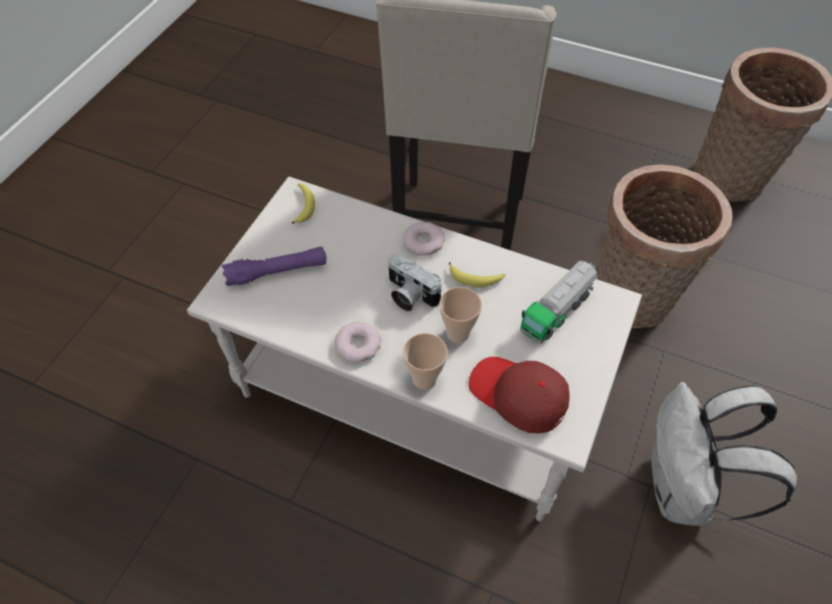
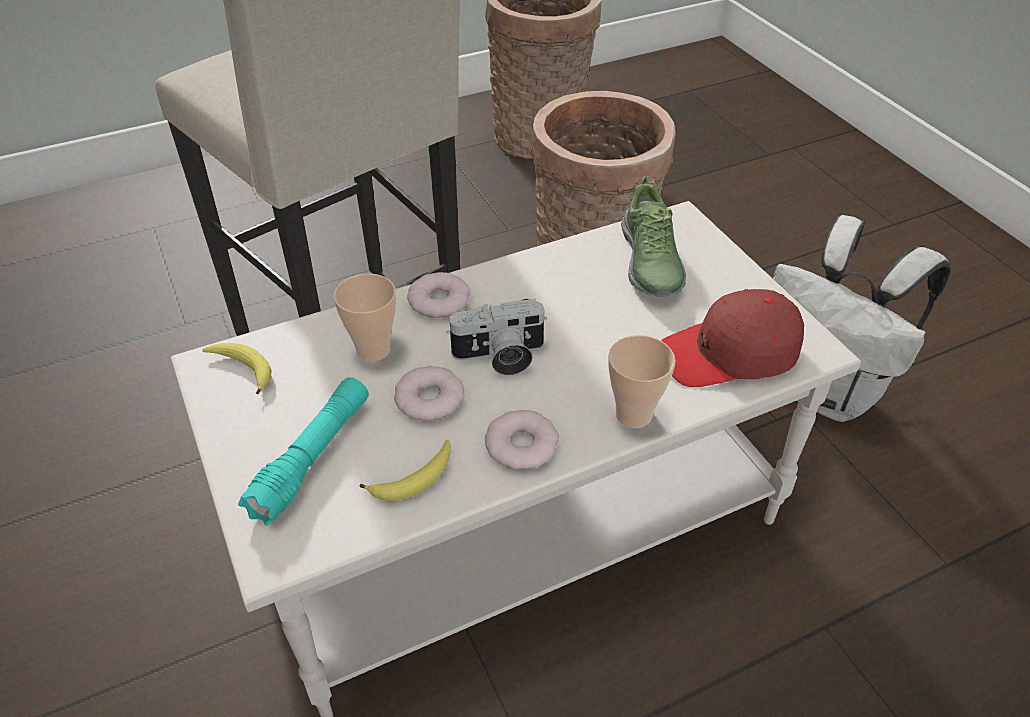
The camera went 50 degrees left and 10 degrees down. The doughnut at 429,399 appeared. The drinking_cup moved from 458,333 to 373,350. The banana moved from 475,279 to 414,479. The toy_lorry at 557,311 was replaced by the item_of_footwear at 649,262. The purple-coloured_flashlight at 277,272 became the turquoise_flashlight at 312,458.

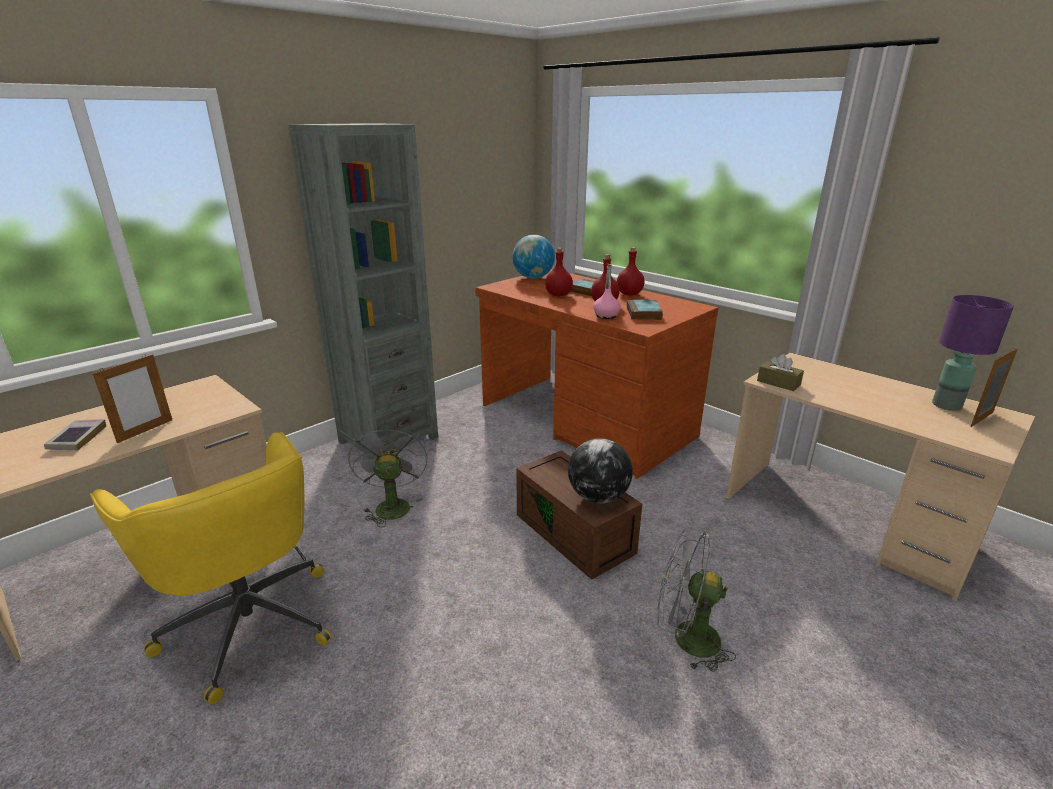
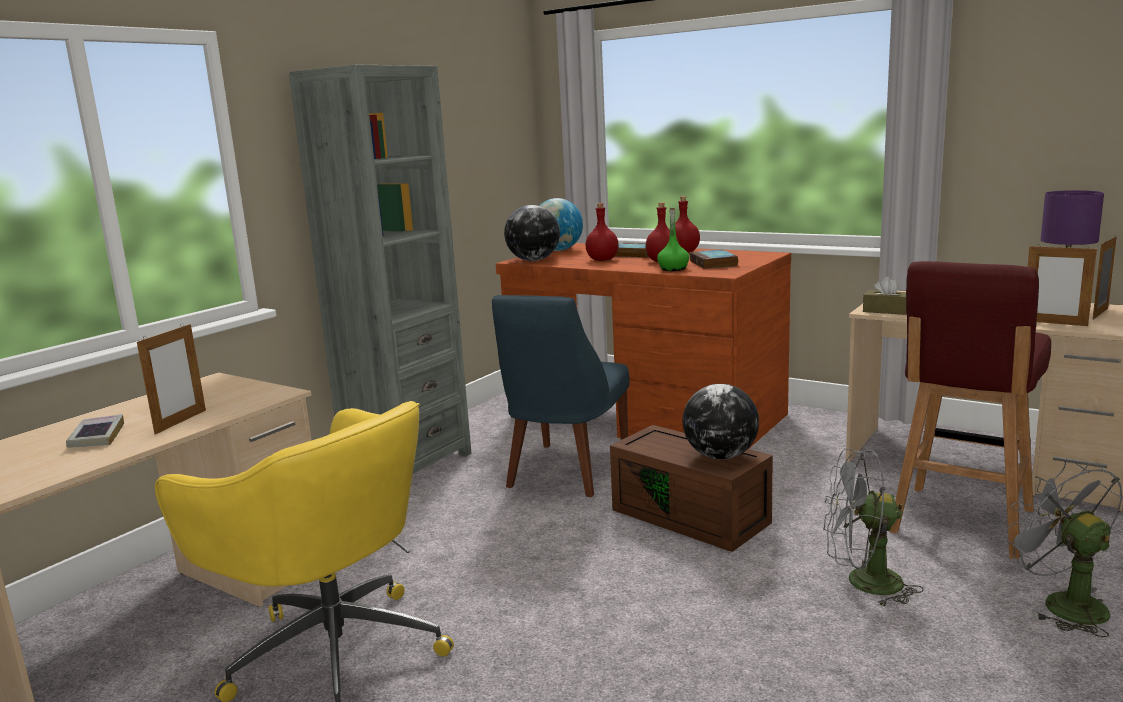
The camera went 10 degrees left and 10 degrees down. The blue-coloured_upright_chair at 565,472 appeared. The desk_globe at 534,260 appeared. The red_stool_seat at 960,522 appeared. The photo_frame at 1054,323 appeared. The greyish_electric_fan moved from 391,505 to 1062,603. The pinkish_bottle at 606,315 became the green-coloured_bottle at 673,269.

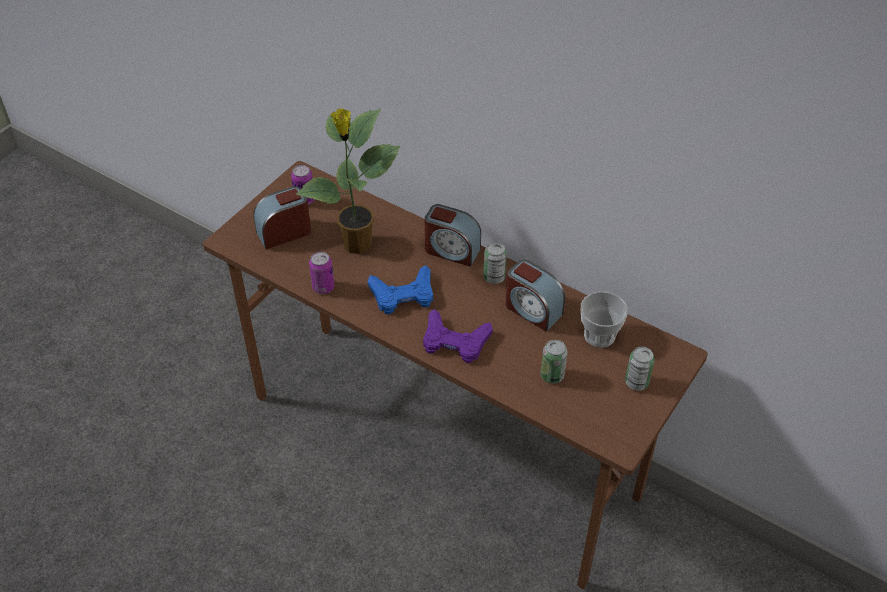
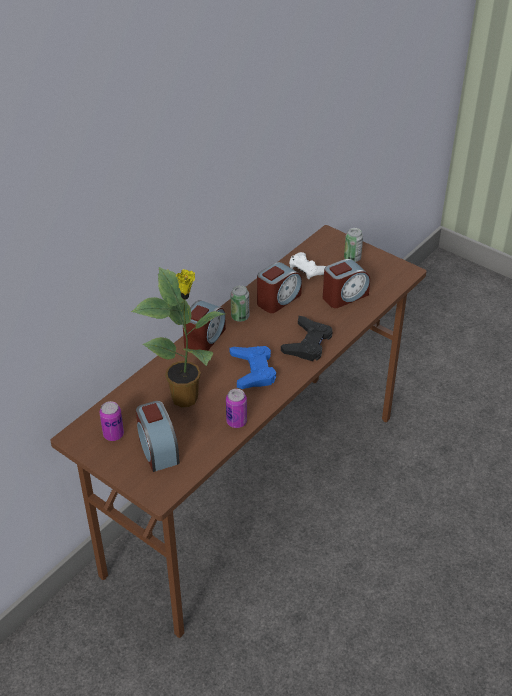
The camera went 85 degrees left and 5 degrees down. The can at 552,375 was replaced by the table_clock at 344,296. The drinking_cup at 599,335 was replaced by the white_game_controller at 307,269. The purple-coloured_game_controller at 454,341 became the blackish_game_controller at 308,343.

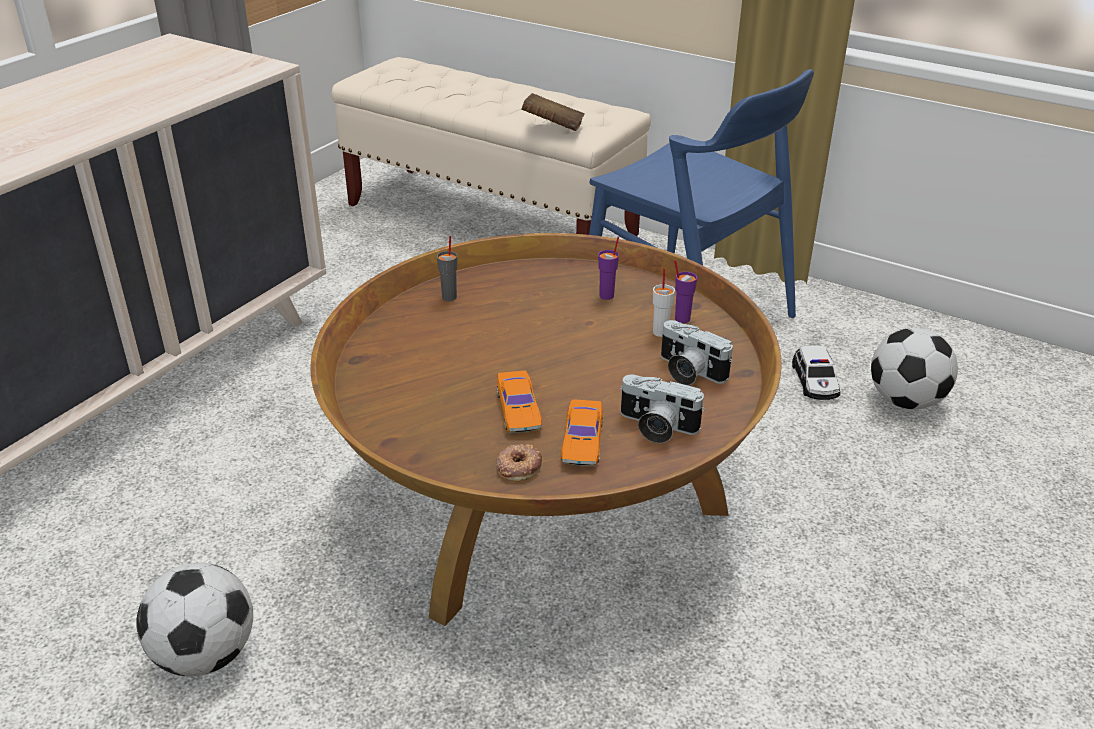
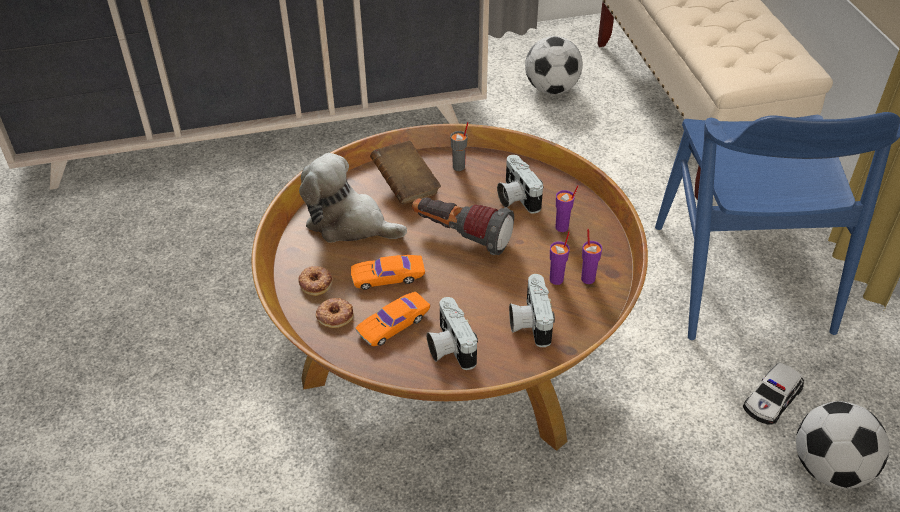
The camera went 45 degrees right and 10 degrees up. The doughnut at 316,283 appeared. The soft_toy at 349,223 appeared. The flashlight at 461,236 appeared. The photo_camera at 515,197 appeared. The football_ball moved from 205,655 to 551,89. The brownish_book moved from 553,128 to 406,185. The white_drinking_cup at 660,332 became the purple-coloured_drinking_cup at 557,279. The orange_model_car at 518,409 turned 45 degrees clockwise.

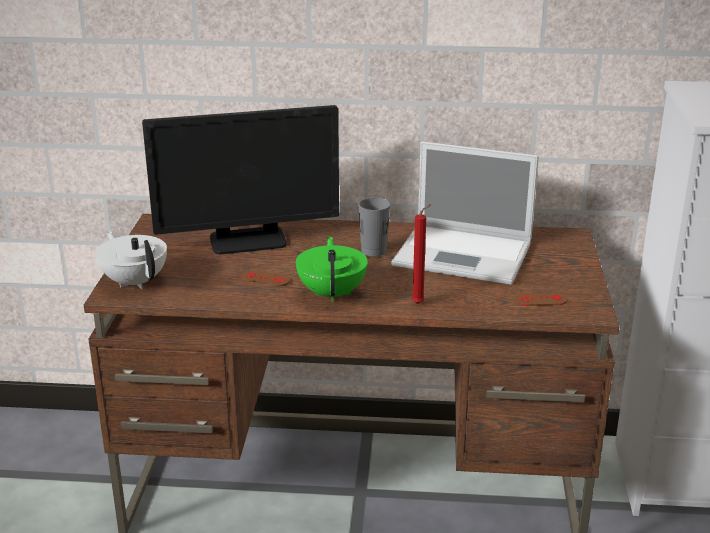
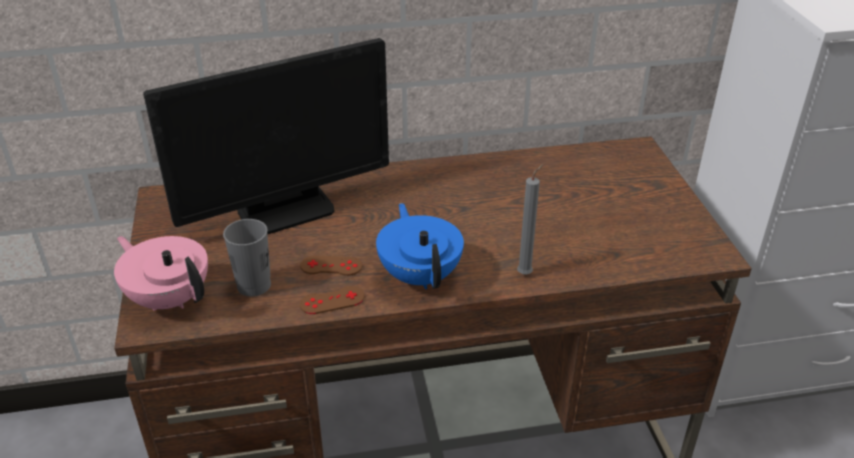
The camera went 15 degrees left and 10 degrees up. The laptop at 465,254 disappeared. The greyish_drinking_cup moved from 373,251 to 254,285. The brownish_game_controller moved from 540,299 to 332,300. The white_tea_pot at 135,281 became the pinkish_tea_pot at 169,298. The green-coloured_tea_pot at 332,293 became the blue-coloured_tea_pot at 420,275. The red_wax_light at 419,303 became the greyish_wax_light at 526,273.

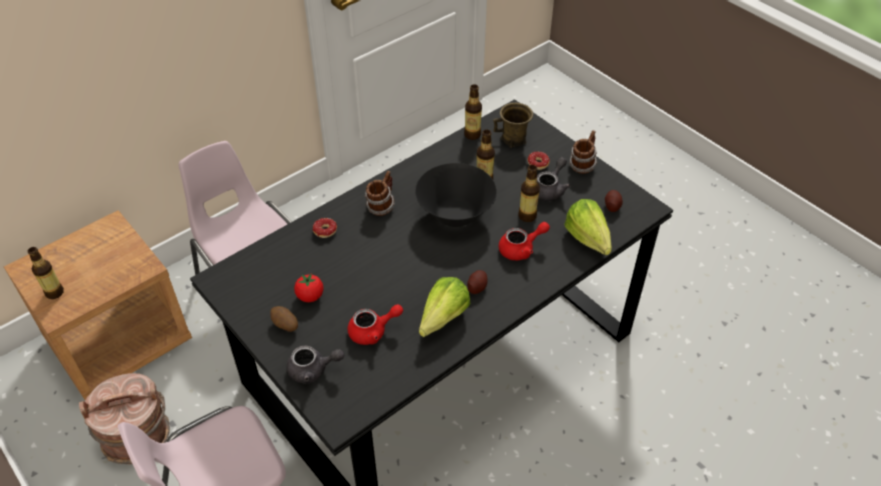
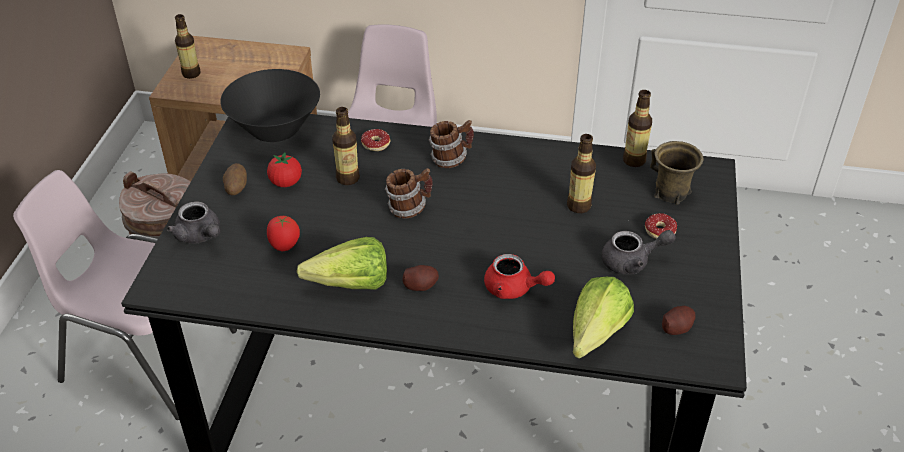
The camera went 50 degrees right and 5 degrees down. The blackish_deep_dish moved from 455,214 to 275,129. The bottle moved from 527,216 to 348,178. The mug moved from 582,165 to 409,208. The red_tea_pot at 373,331 was replaced by the tomato at 284,246.

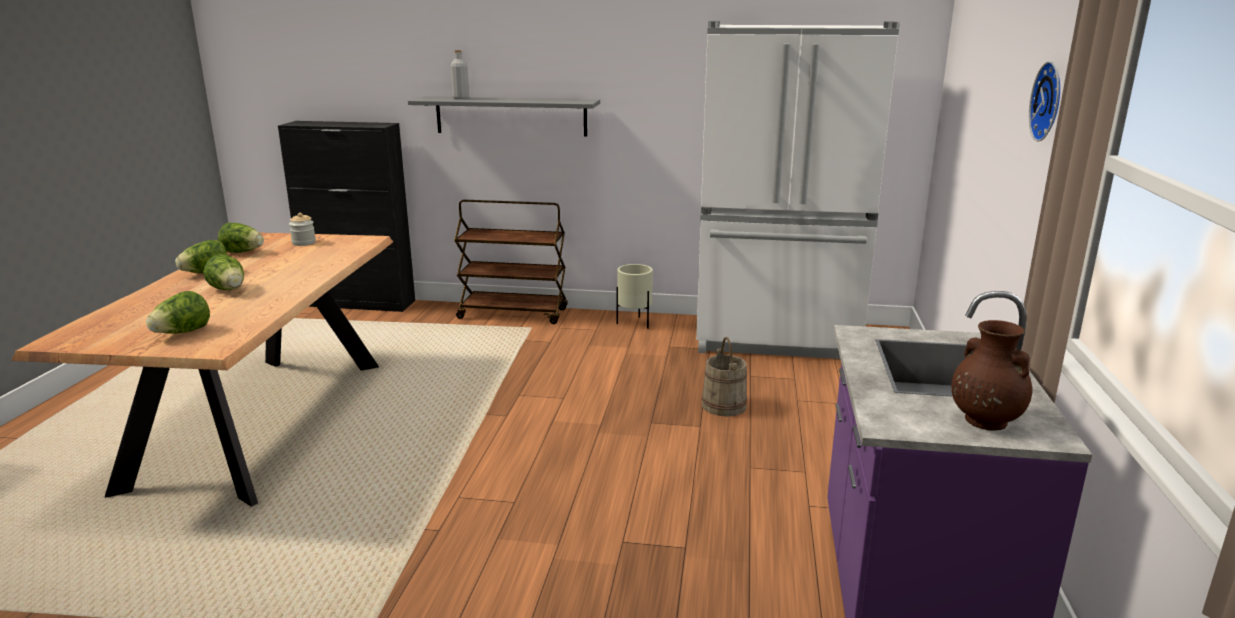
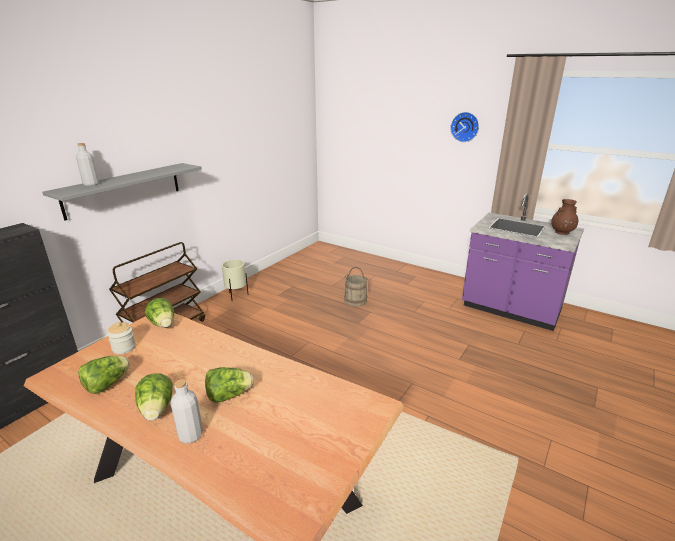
The camera went 65 degrees left and 5 degrees up. The white_fridge at 777,340 disappeared. The greyish_bottle at 190,435 appeared. The lettuce_head moved from 182,333 to 163,324.

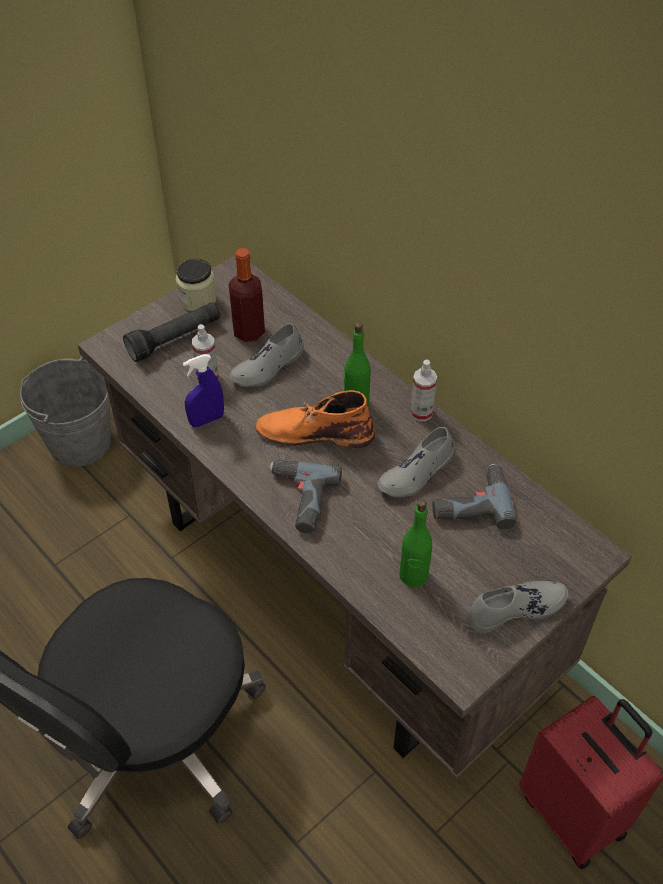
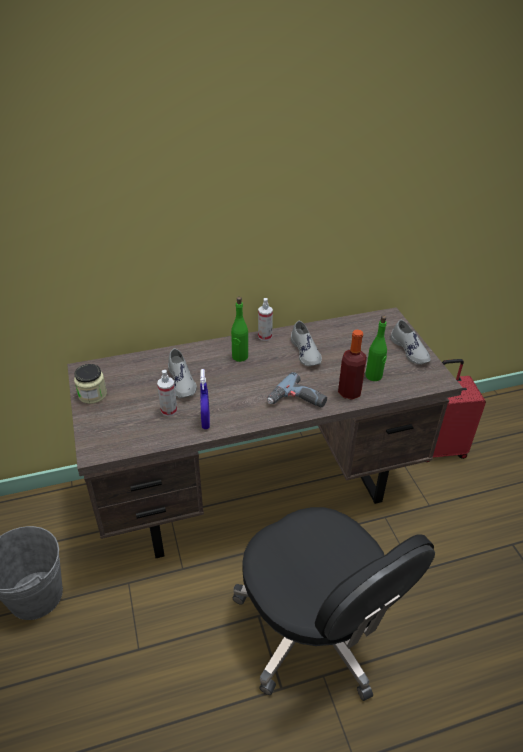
The camera went 65 degrees left and 10 degrees down. The blackish_flashlight at 175,339 disappeared. The orange_boot at 314,432 disappeared. The electric_drill at 470,501 disappeared. The bottle moved from 249,332 to 349,392. The greyish_item_of_footwear at 515,608 turned 150 degrees clockwise.

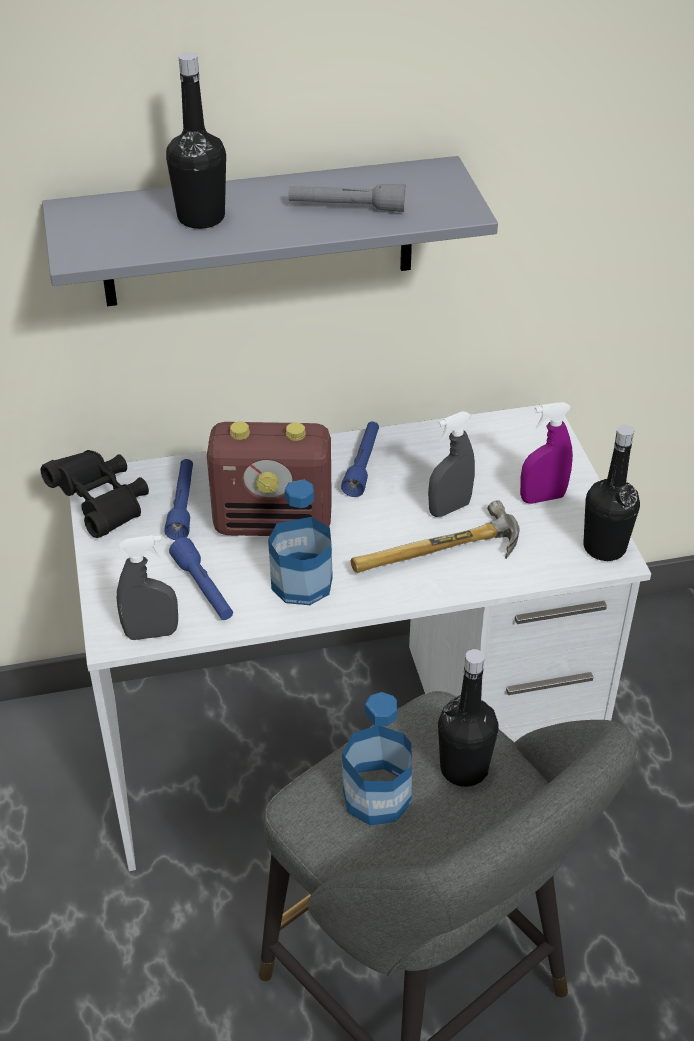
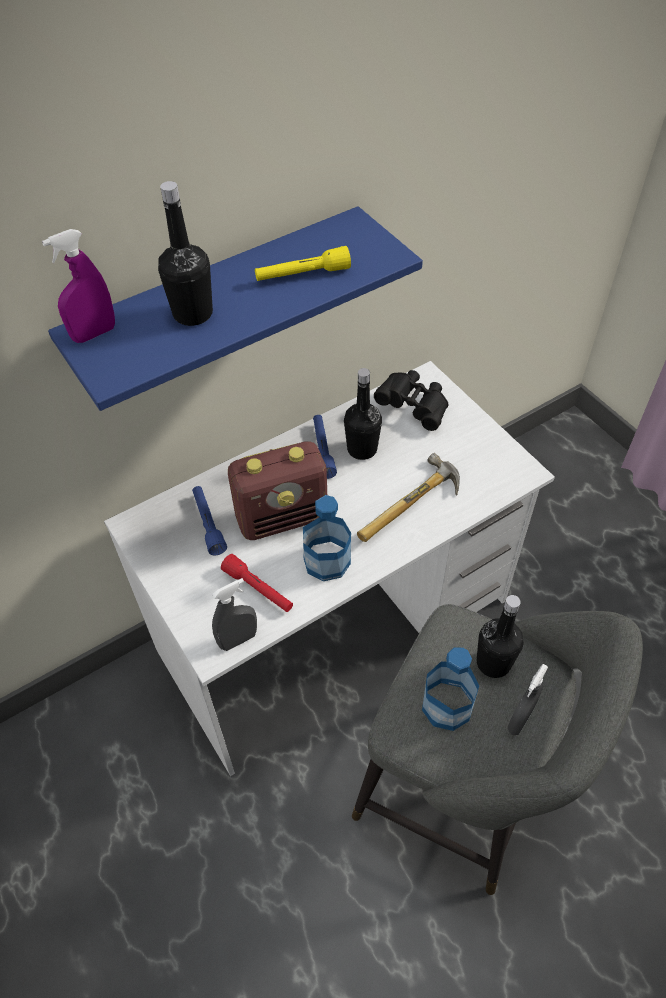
The camera went 20 degrees left and 10 degrees up. The blackish_pair_of_binoculars moved from 102,504 to 414,407. The greyish_sprayer moved from 449,508 to 520,719. The purple-coloured_sprayer moved from 542,498 to 94,334. The blackish_bottle moved from 604,547 to 362,449. The greyish_bracket_shelf at 258,233 became the blue-coloured_bracket_shelf at 220,305. The blue-coloured_flashlight at 204,589 became the red_flashlight at 258,589. The greyish_flashlight at 346,208 became the yellow-coloured_flashlight at 302,275.

